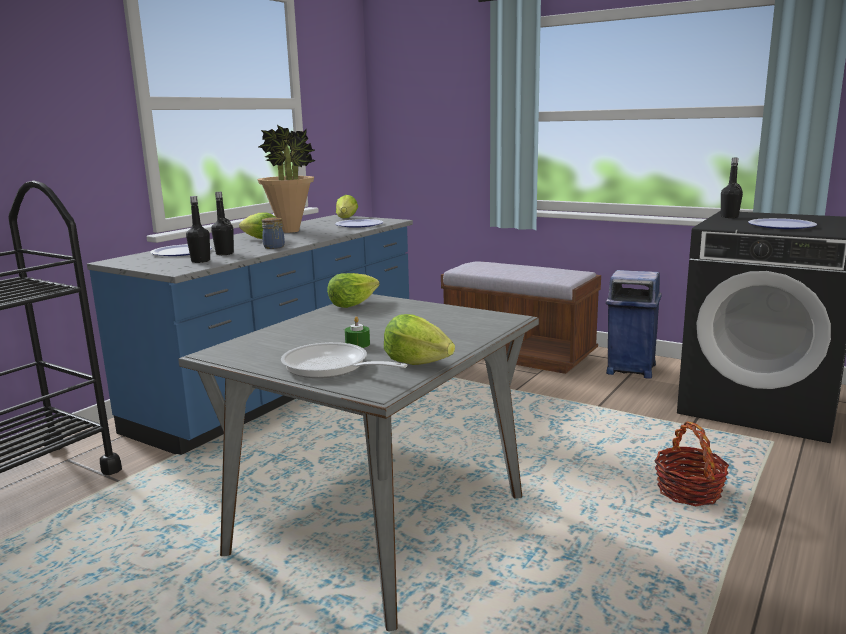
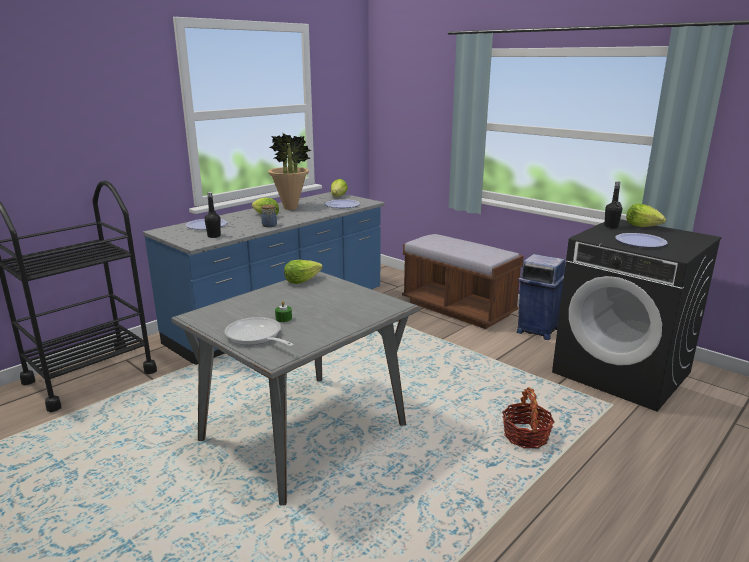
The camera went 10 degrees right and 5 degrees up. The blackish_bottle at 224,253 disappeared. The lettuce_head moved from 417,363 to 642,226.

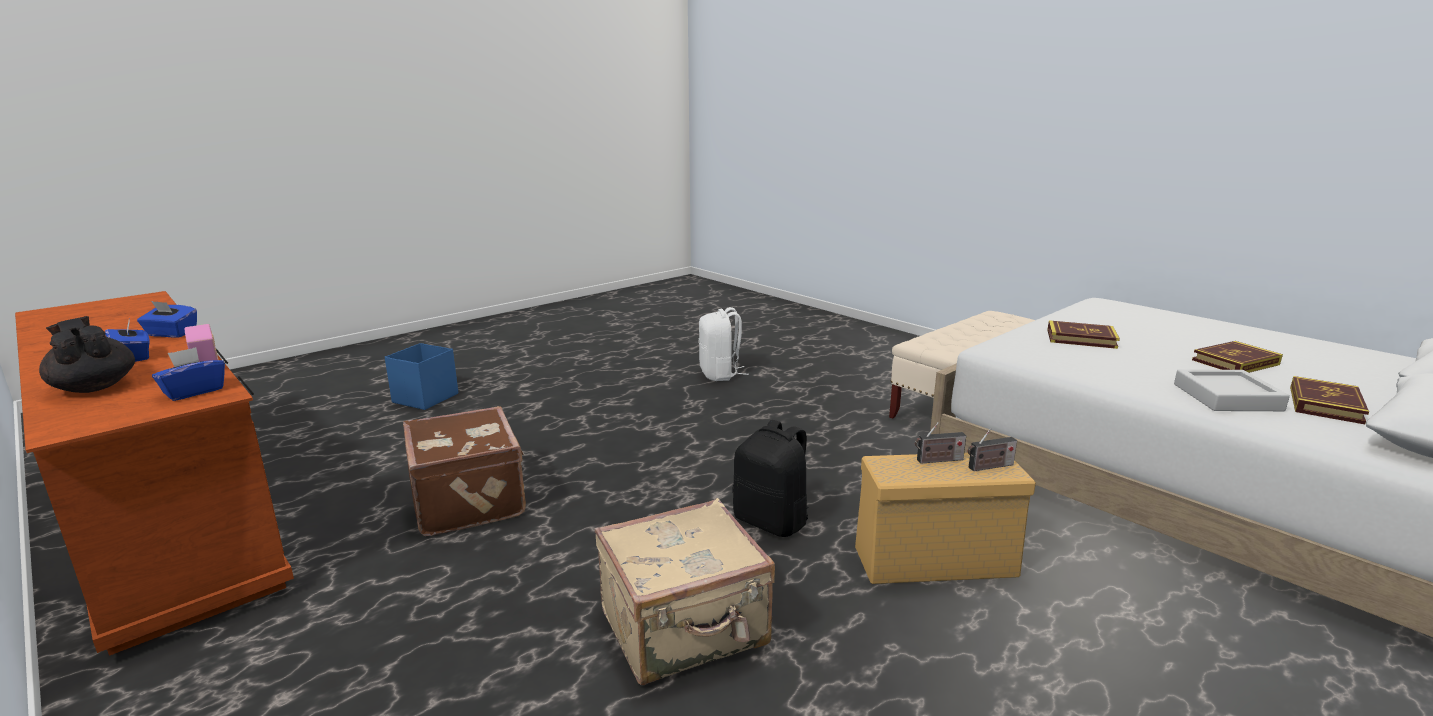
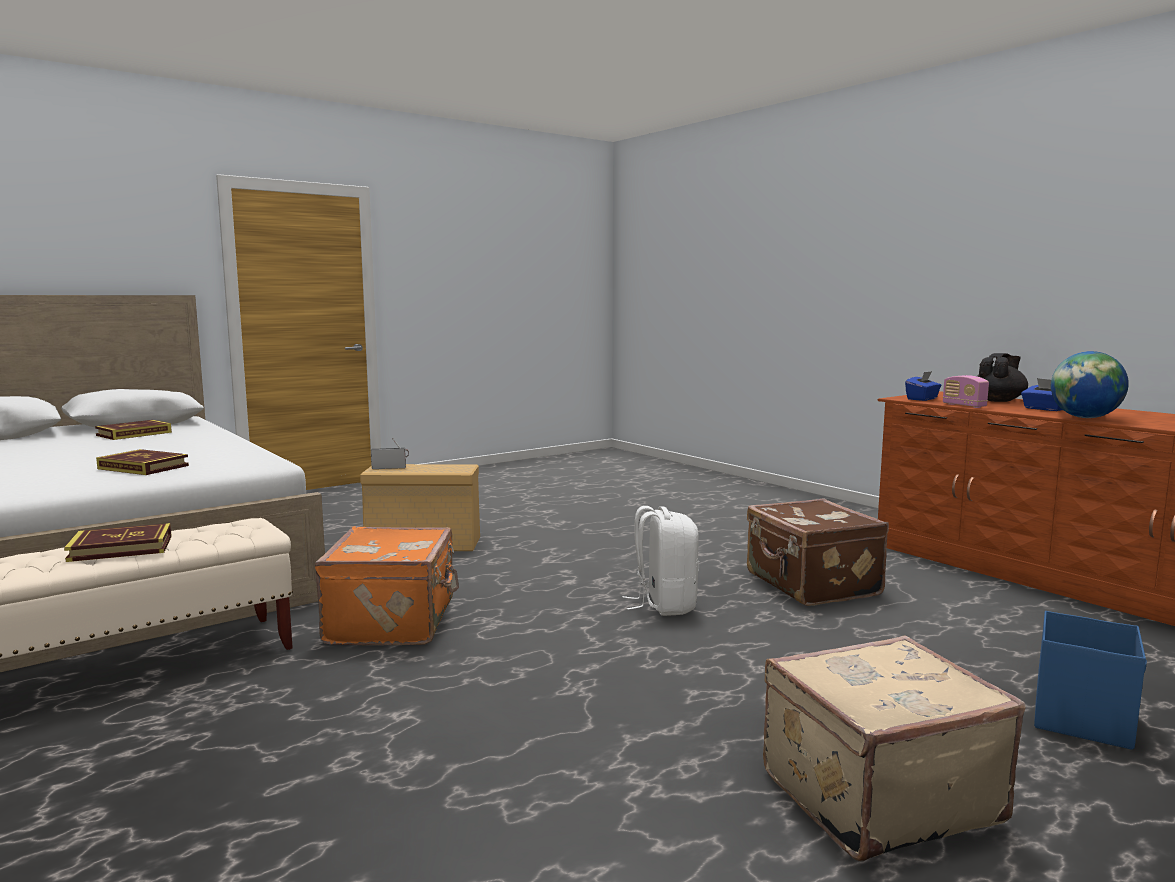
The camera went 175 degrees left and 10 degrees down. The blackish_knapsack at 772,521 disappeared. The radio_receiver at 938,460 disappeared. The greyish_carrying_tray at 1227,397 disappeared. The orange_travel_case at 394,622 appeared. The beige_travel_case moved from 685,629 to 875,794. The white_knapsack moved from 720,374 to 664,605. The book moved from 1235,362 to 121,548. The blue-coloured_tissue_box at 171,334 was replaced by the desk_globe at 1085,418. The blackish_tea_pot at 94,387 turned 90 degrees counterclockwise.

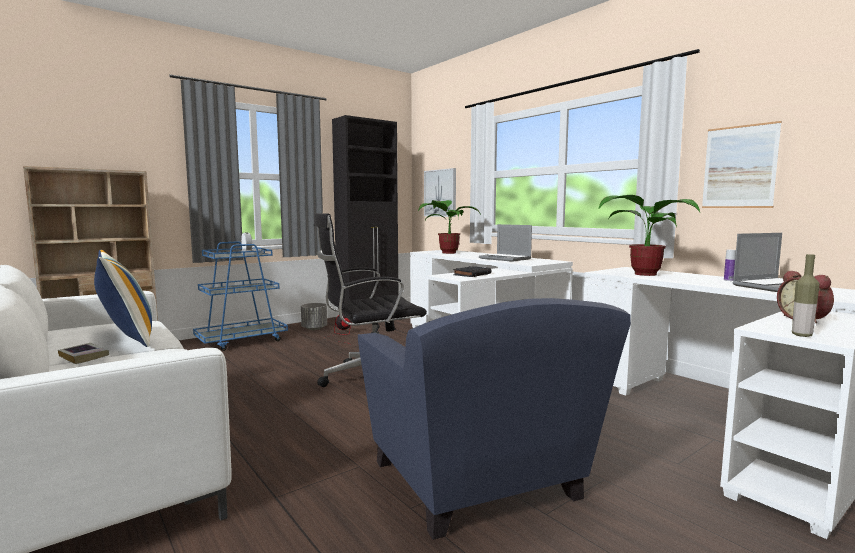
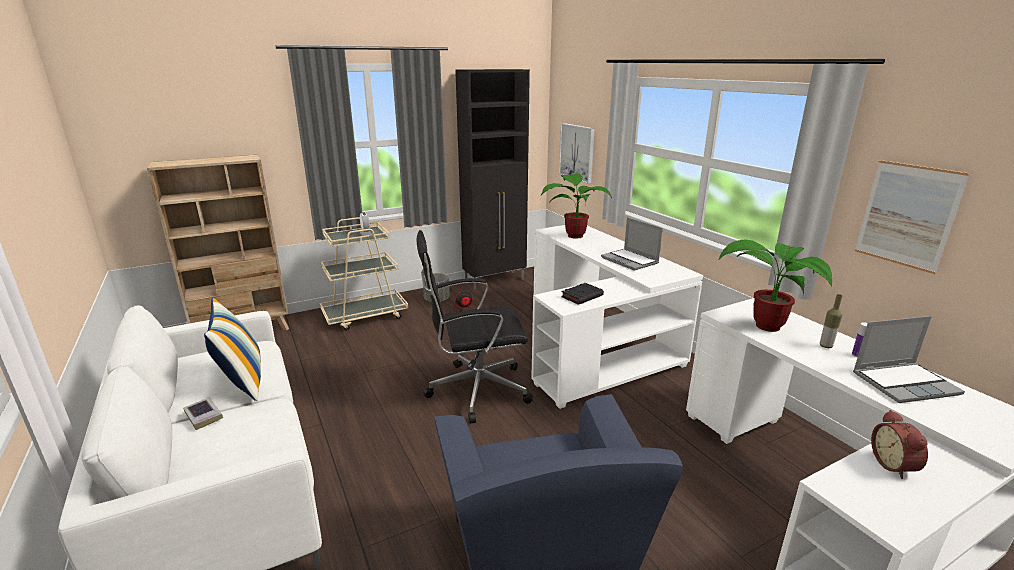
The camera went 10 degrees right and 15 degrees up. The bottle moved from 801,335 to 825,346. The blue-coloured_wheeled_cart at 242,341 became the beige_wheeled_cart at 365,316.

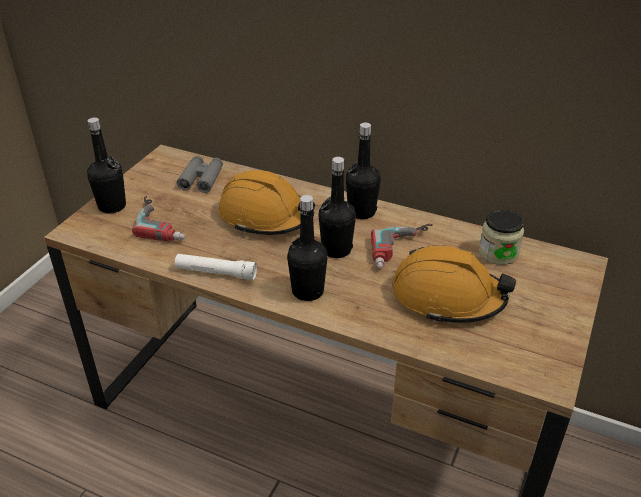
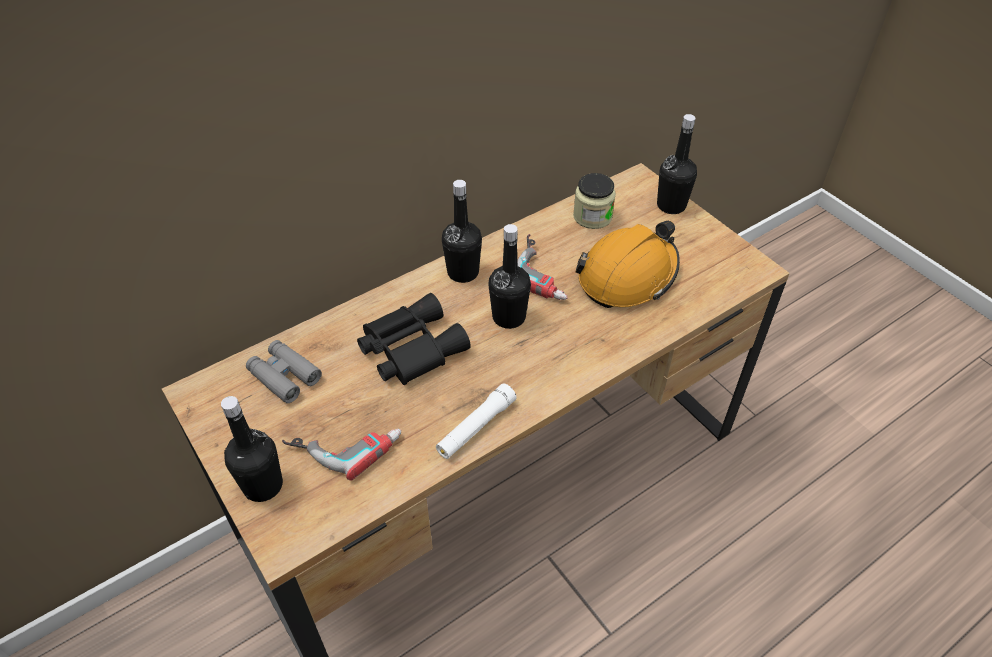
The camera went 60 degrees left and 10 degrees up. The blackish_bottle moved from 307,291 to 671,205. The orange_hard_hat at 266,216 was replaced by the blackish_pair_of_binoculars at 409,347.

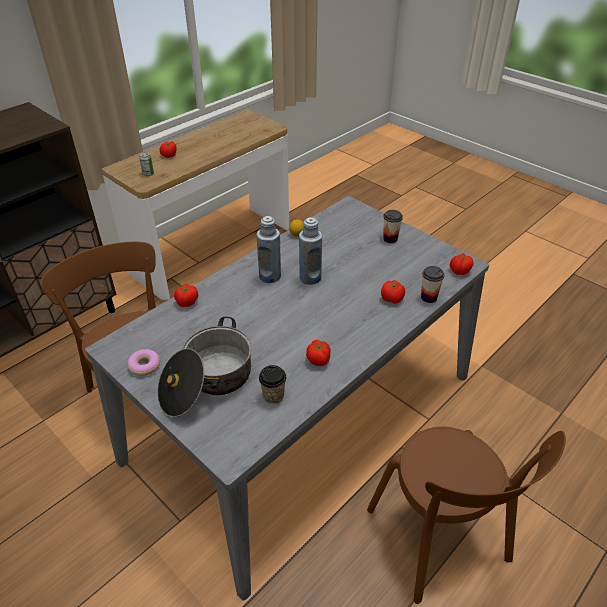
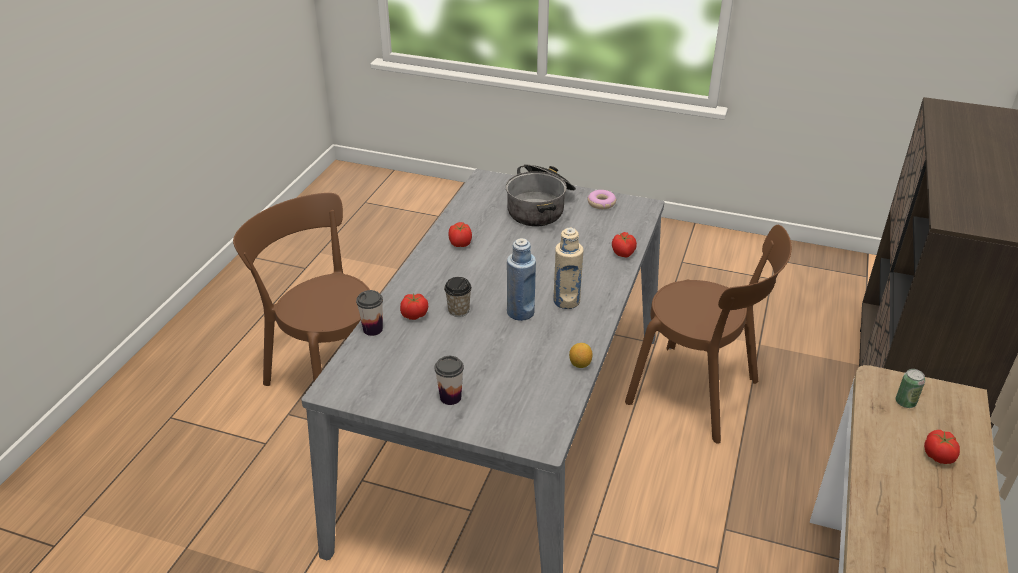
The camera went 155 degrees right and 5 degrees down. The tomato at 459,271 disappeared. The drinking_cup moved from 273,396 to 458,310. The blue-coloured_bottle at 270,276 became the beige_bottle at 566,301.

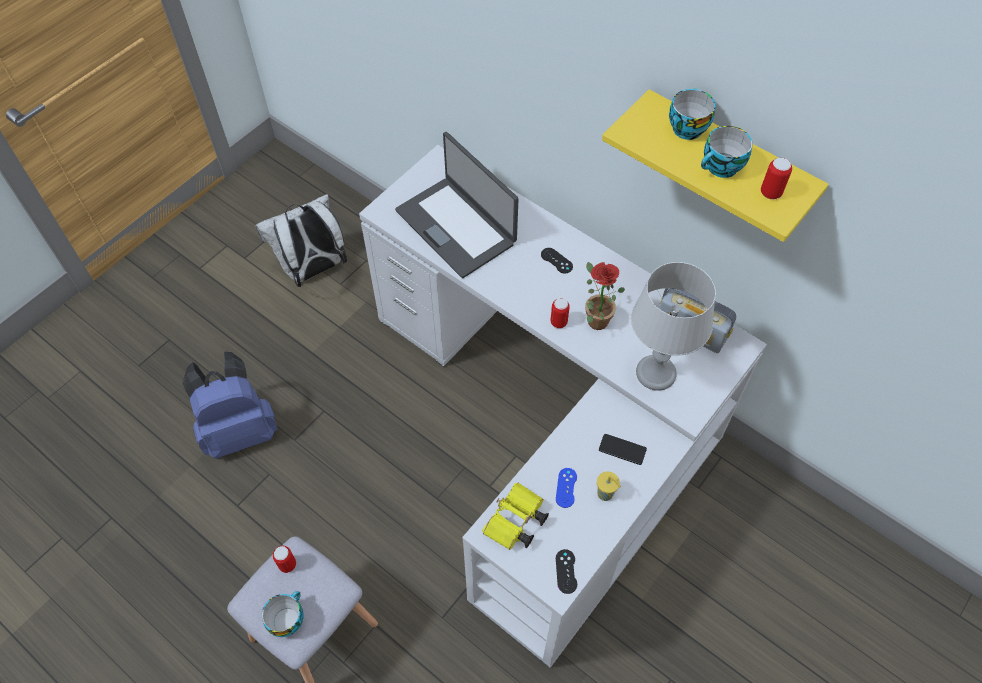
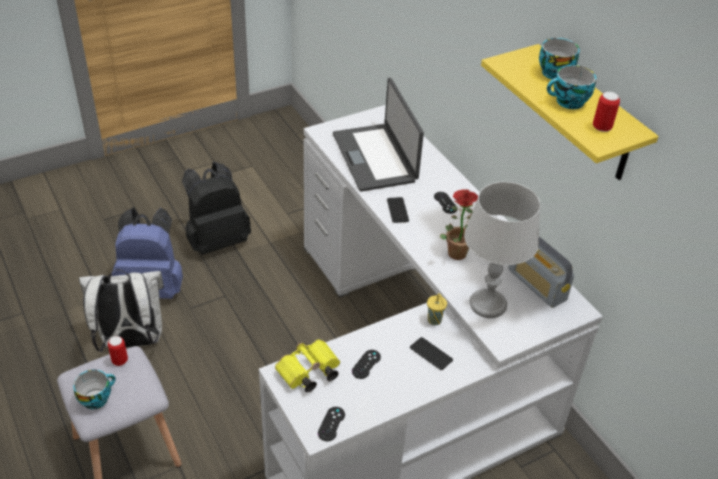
The camera went 20 degrees right and 15 degrees down. The can at 558,322 disappeared. The blackish_knapsack at 217,240 appeared. The handset at 397,210 appeared. The white_knapsack moved from 313,270 to 131,342. The yellow-coloured_drinking_cup moved from 606,494 to 435,321. The blue-coloured_game_controller at 566,487 became the blackish_game_controller at 366,364.

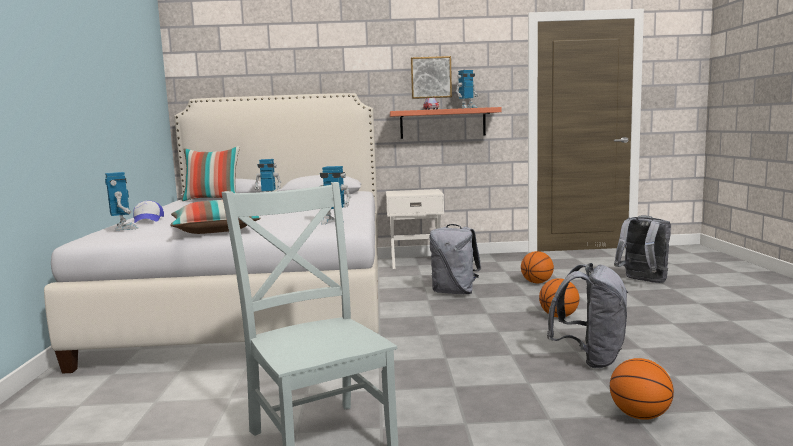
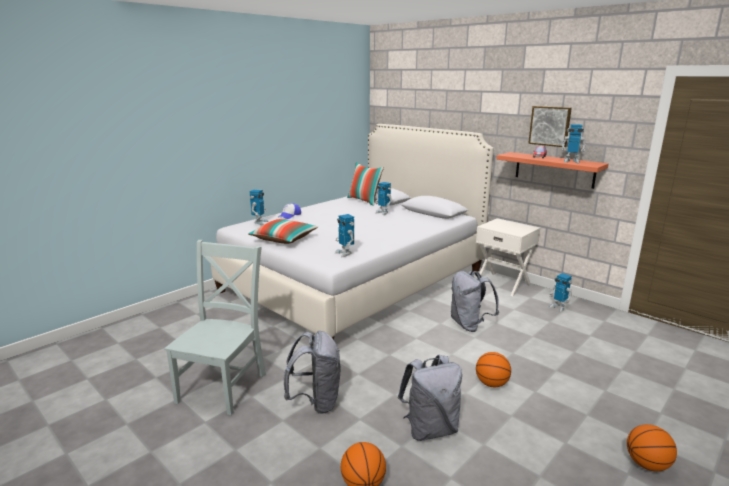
The camera went 45 degrees right and 10 degrees up. The toy_robot at 558,307 appeared. The basketball_ball moved from 537,282 to 647,464. The greyish_knapsack moved from 642,281 to 316,402.

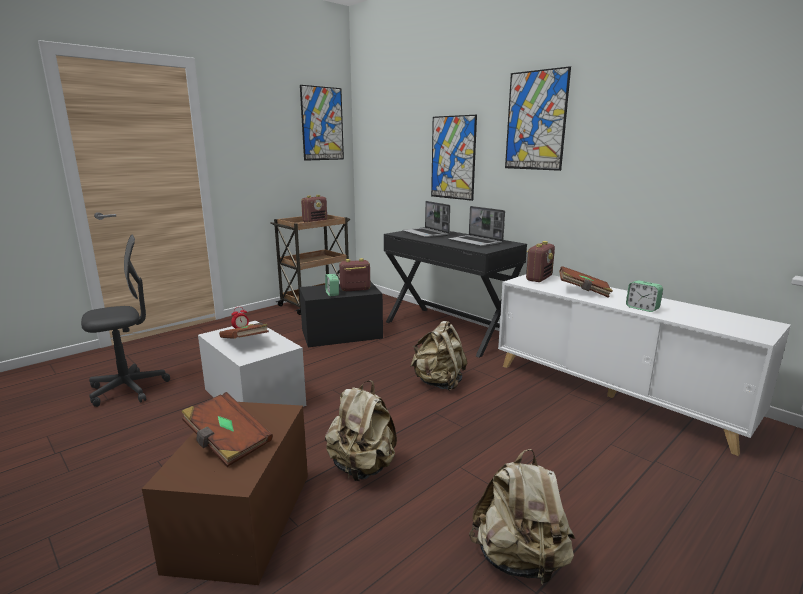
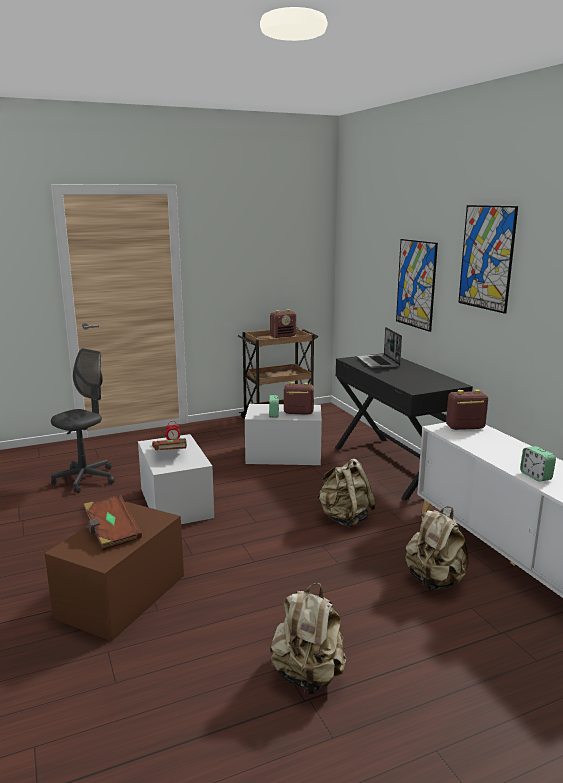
The camera went 20 degrees right and 0 degrees up. The picture at 322,124 disappeared. The laptop at 476,242 disappeared. The brownish_book at 583,292 disappeared. The beige_knapsack moved from 362,467 to 435,581. The blackish_storage_container at 342,334 became the white_storage_container at 284,455. The greyish_computer_chair at 128,389 turned 45 degrees counterclockwise. The radio_receiver at 539,278 turned 150 degrees counterclockwise.

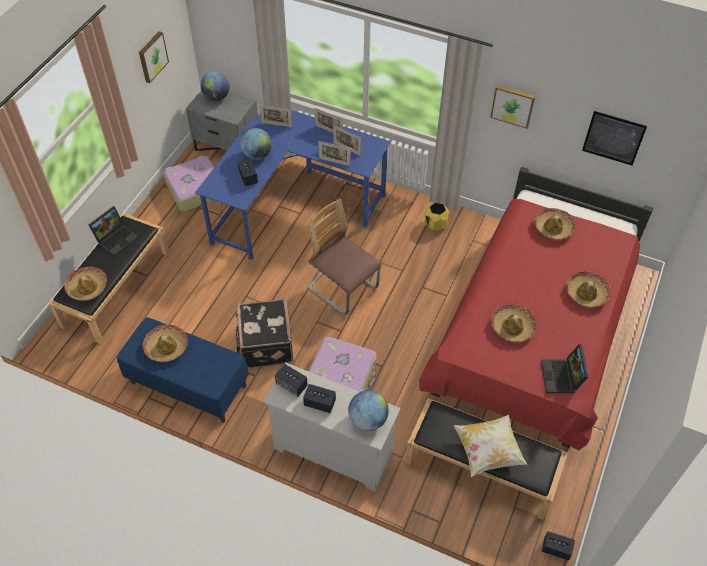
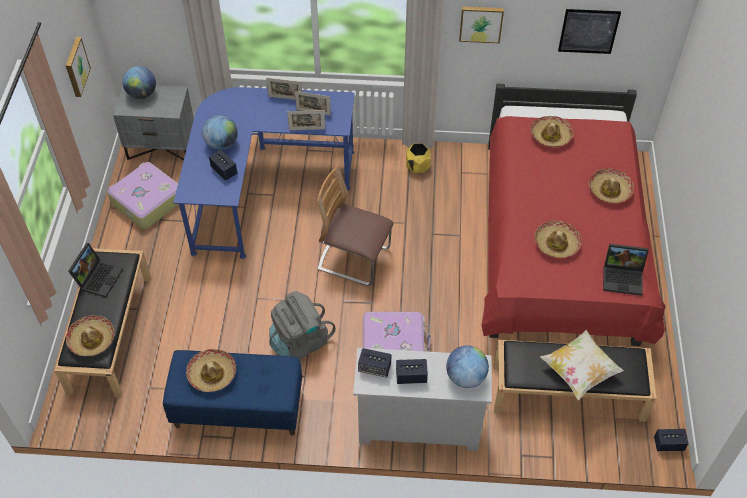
The camera went 20 degrees left and 0 degrees up. The photo_frame at 276,124 disappeared. The blackish_travel_case at 265,344 was replaced by the greyish_knapsack at 300,341. The laptop at 562,377 turned 60 degrees counterclockwise.

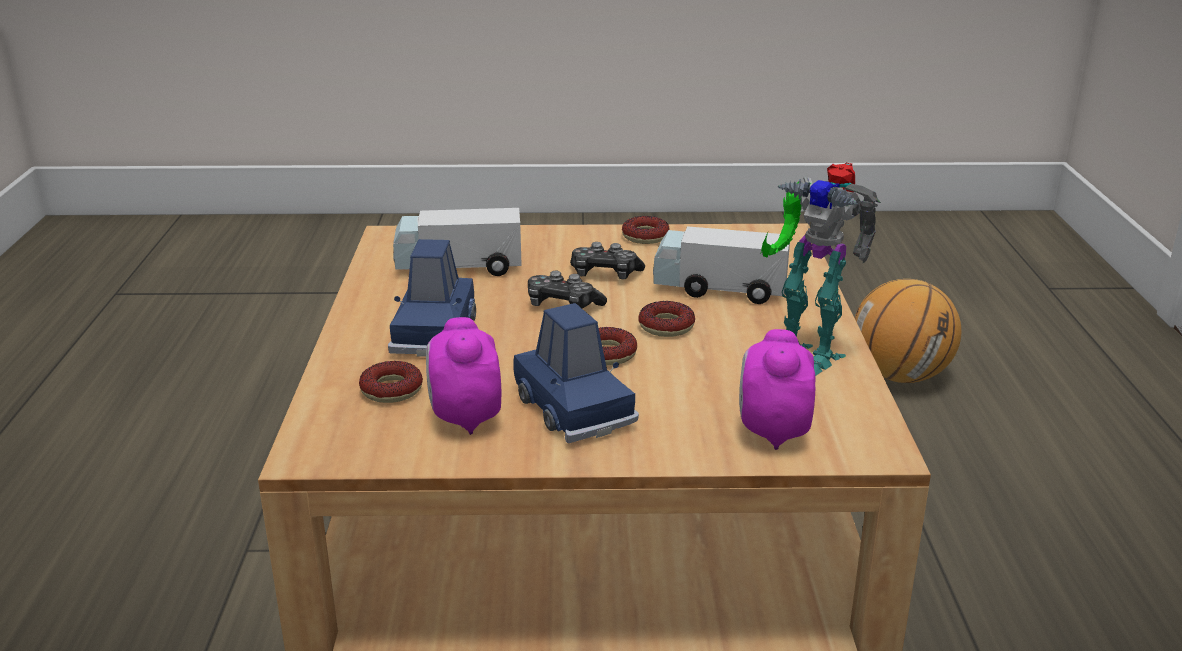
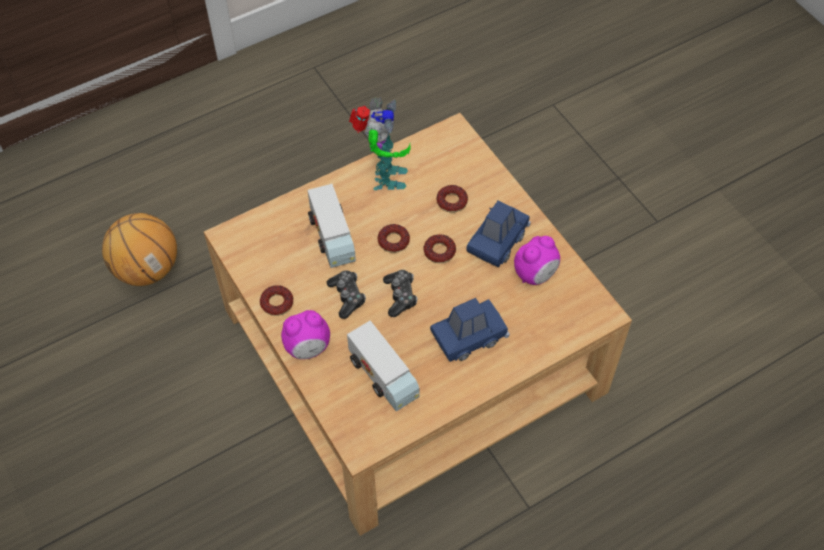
The camera went 120 degrees left and 30 degrees up. The doughnut moved from 391,390 to 451,201. The table_clock moved from 772,432 to 308,348.

